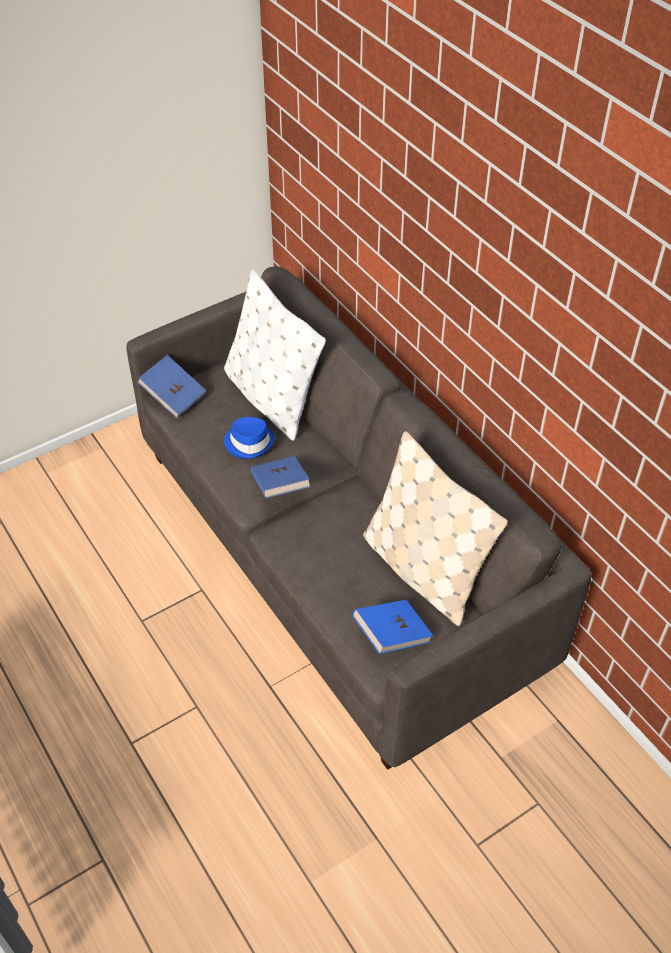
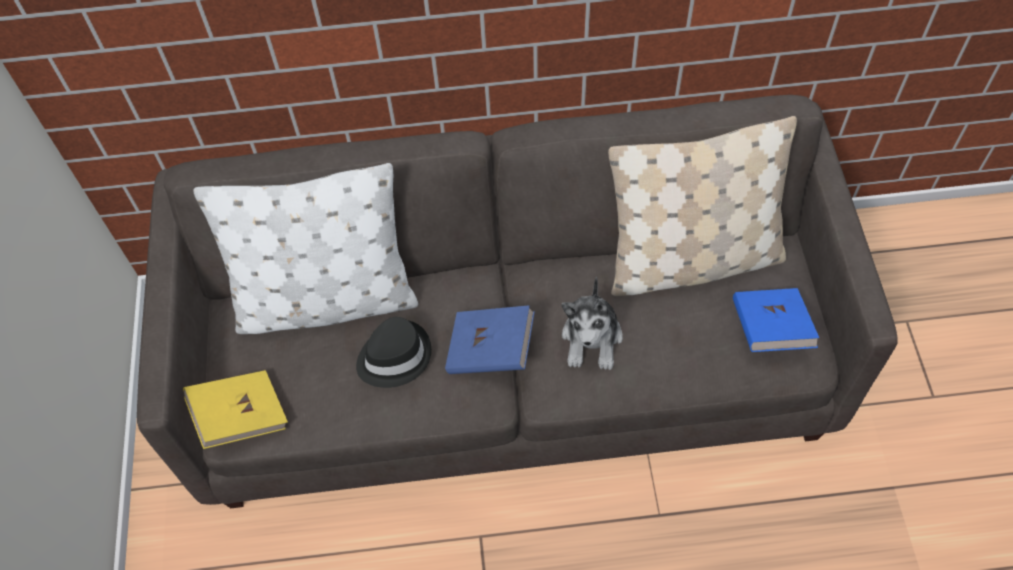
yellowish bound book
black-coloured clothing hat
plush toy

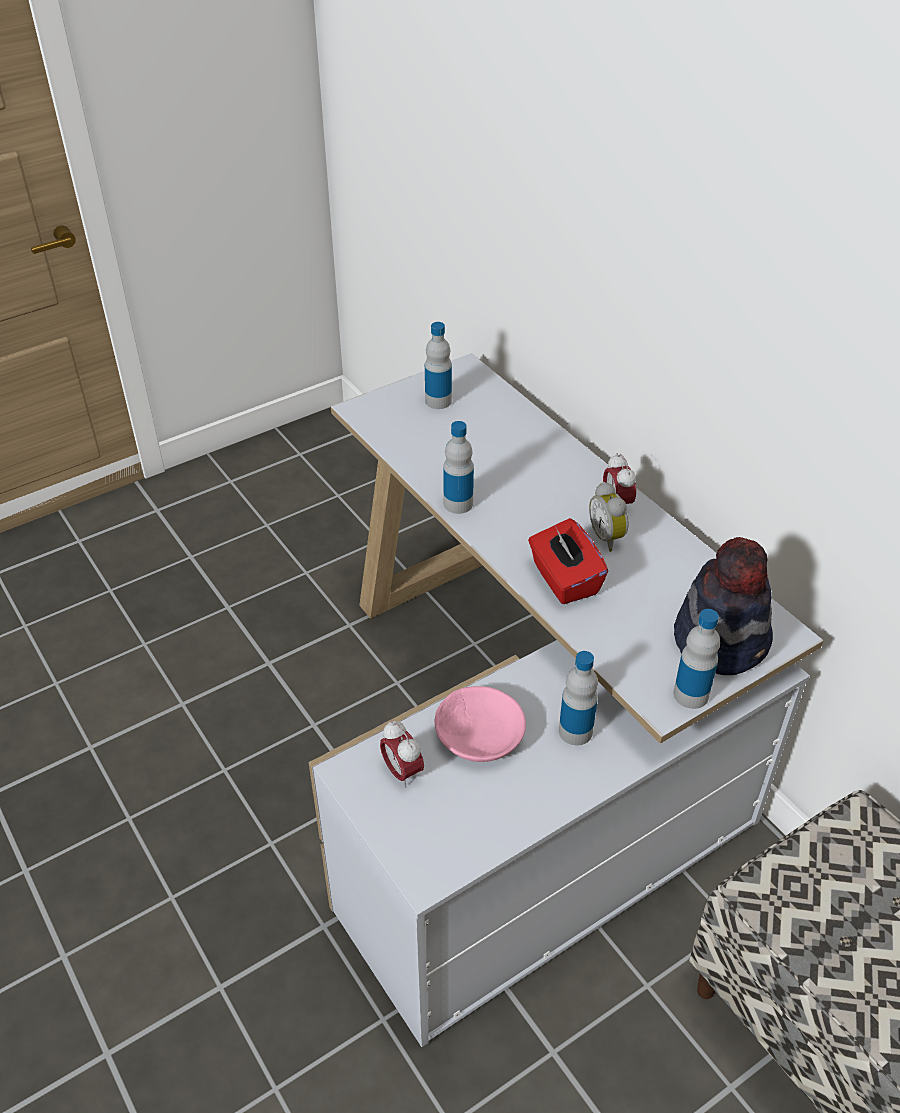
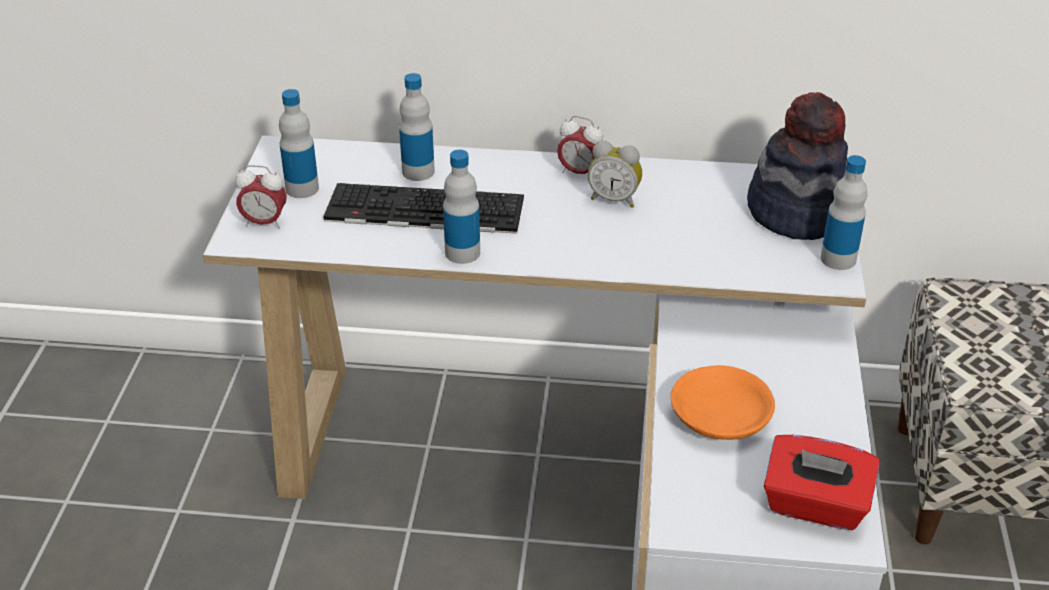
table clock (no. 1 from left)
orange bowl
reddish tissue holder
bottle (no. 2 from left)
computer keyboard

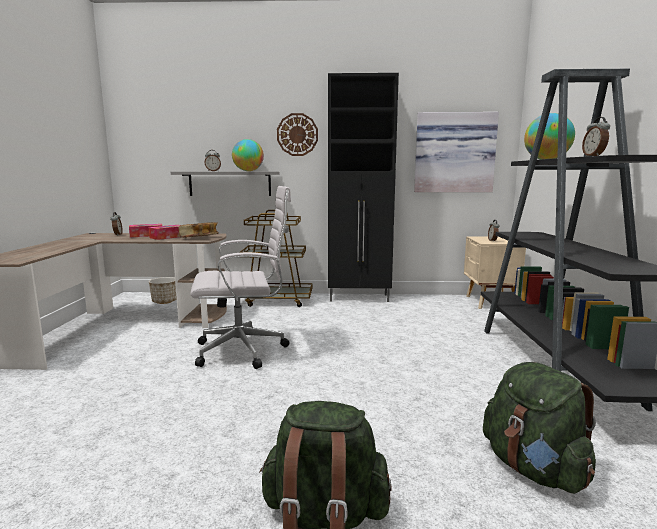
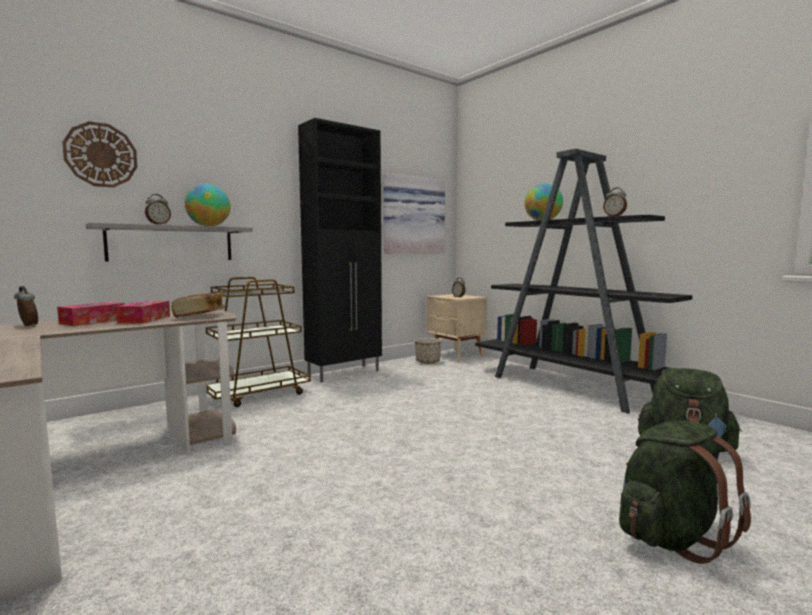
flower pot
whitish computer chair
wall clock

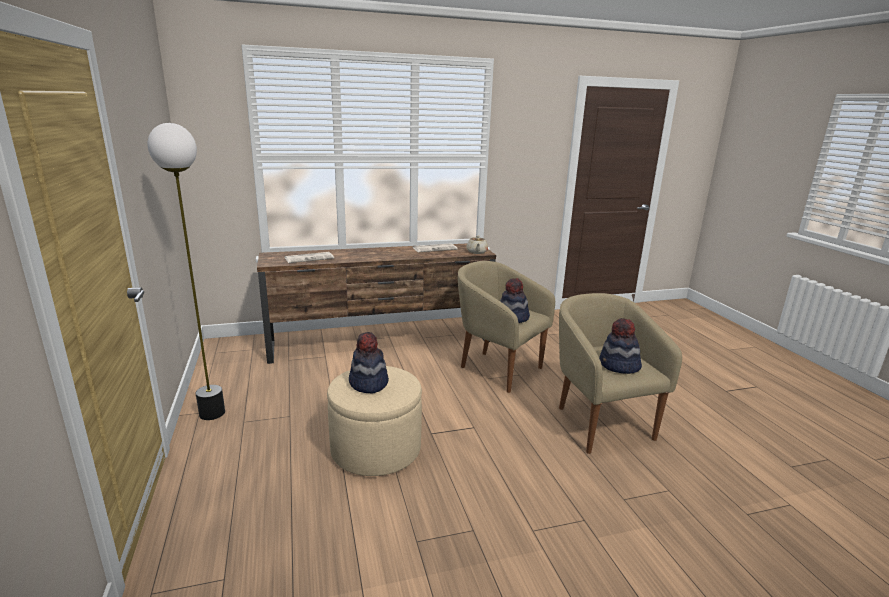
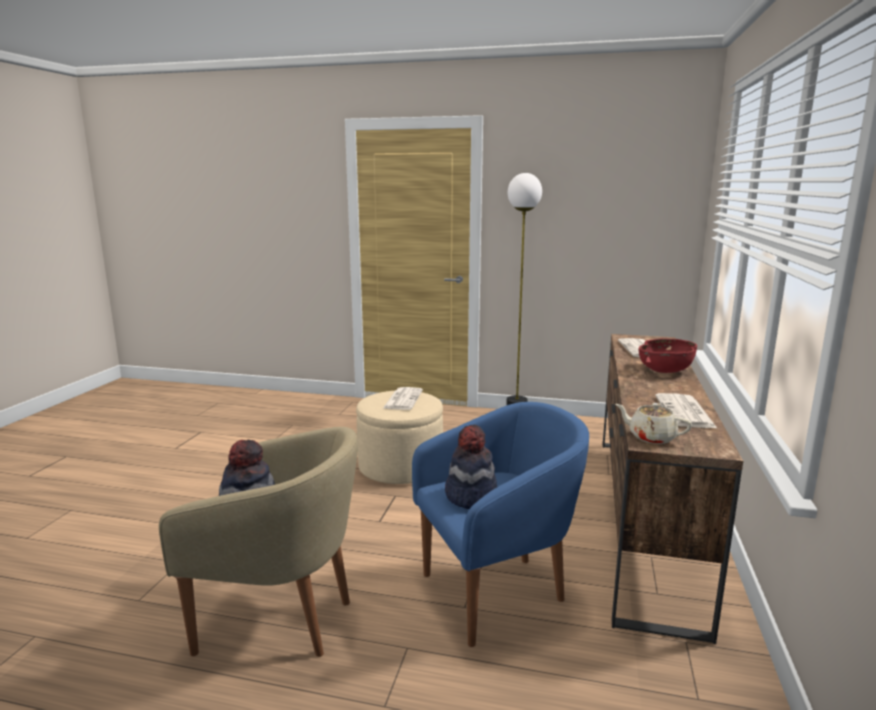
daily paper (no. 1 from left)
blue lounge chair
reddish bowl

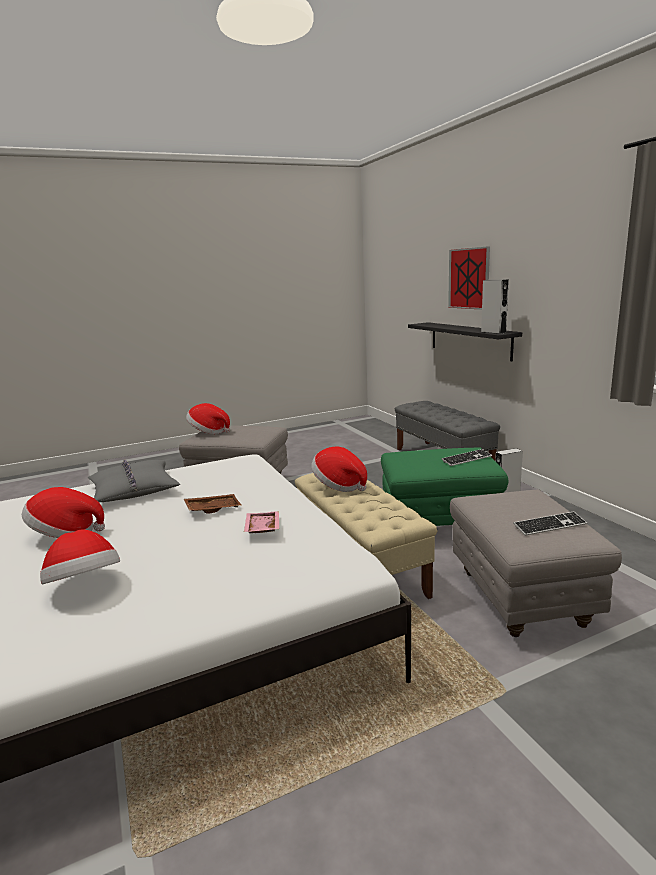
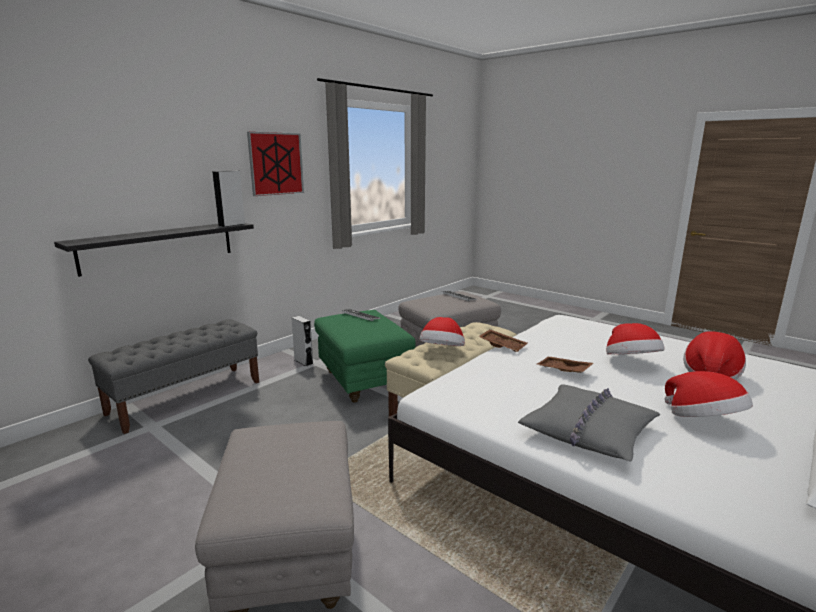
clothing hat (no. 2 from left)
pink carrying tray
wall picture
brownish carrying tray (no. 1 from left)

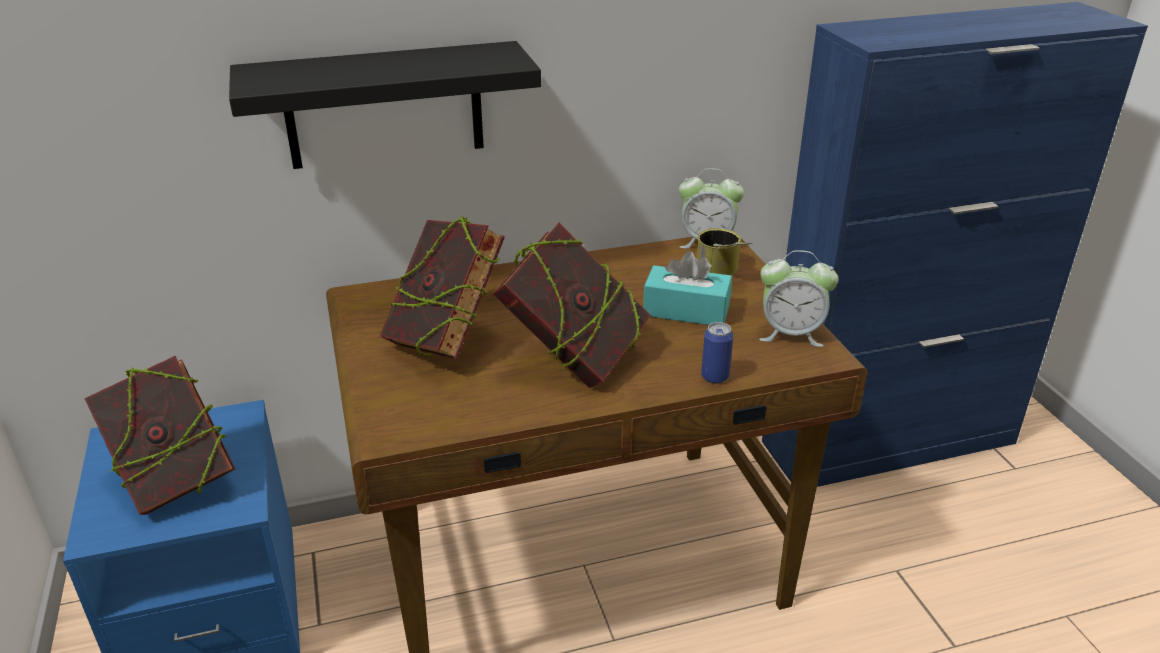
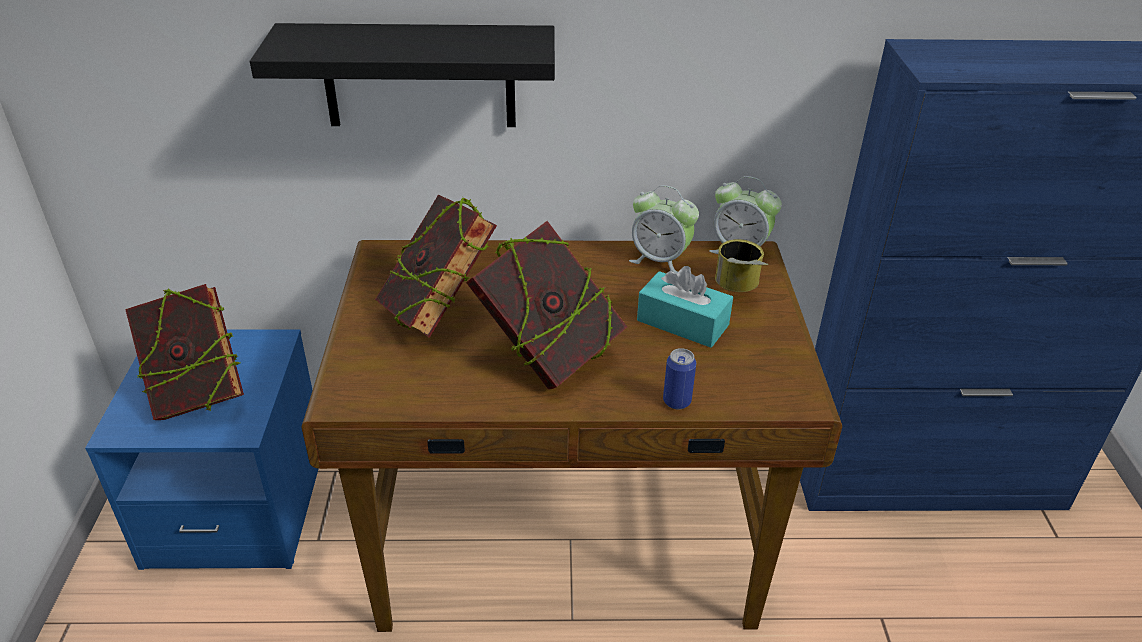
table clock (no. 1 from left)

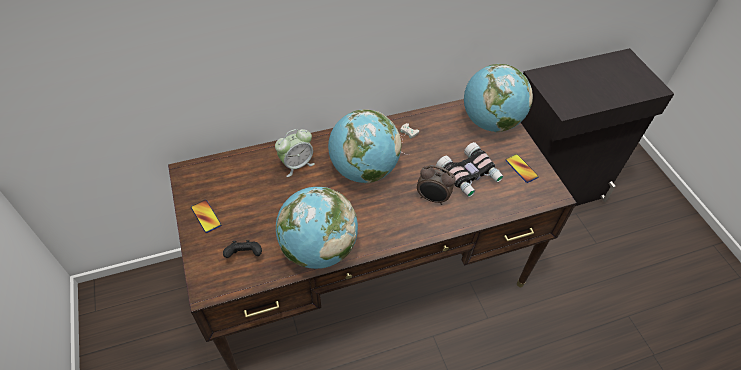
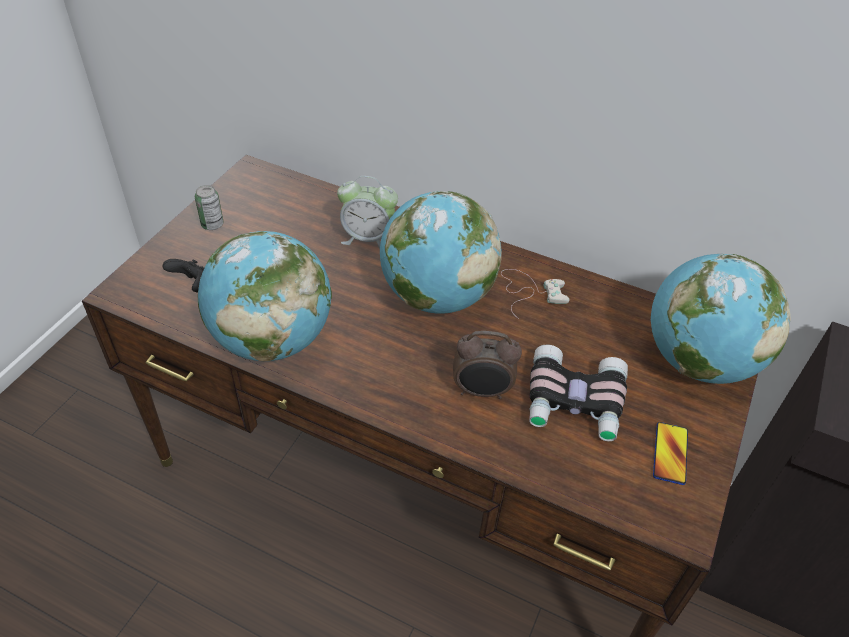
sealed can
table clock (no. 2 from left)

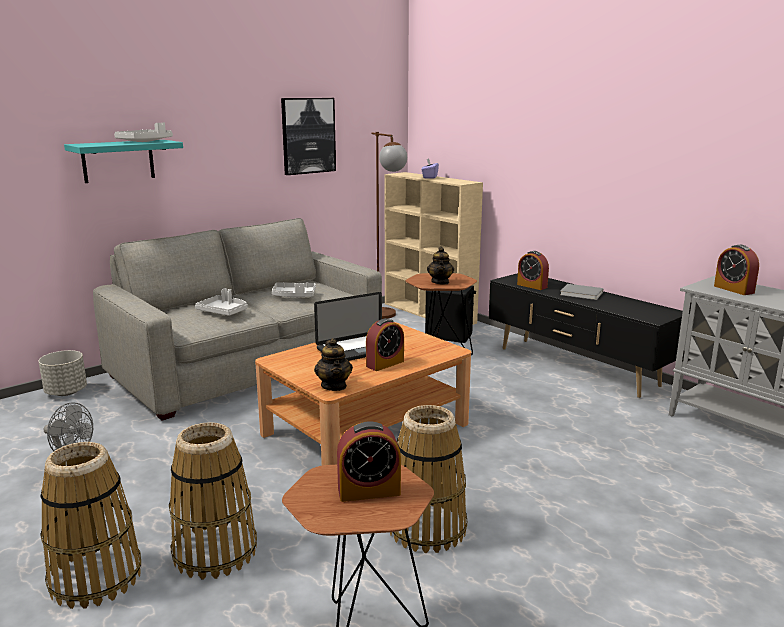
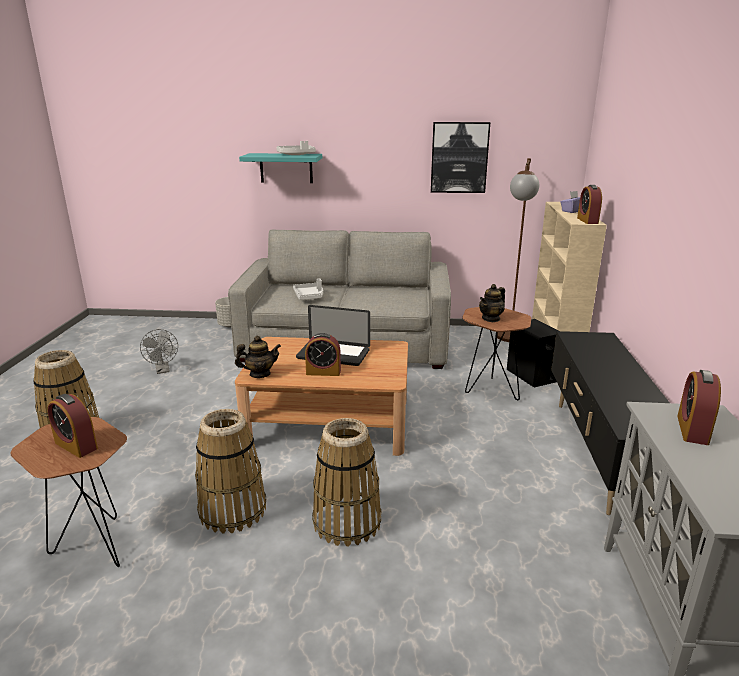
storage basket (no. 3 from left)
greyish carrying tray (no. 3 from left in the first image)
pot for tea (no. 1 from left)
table clock (no. 3 from left)
greyish bound book

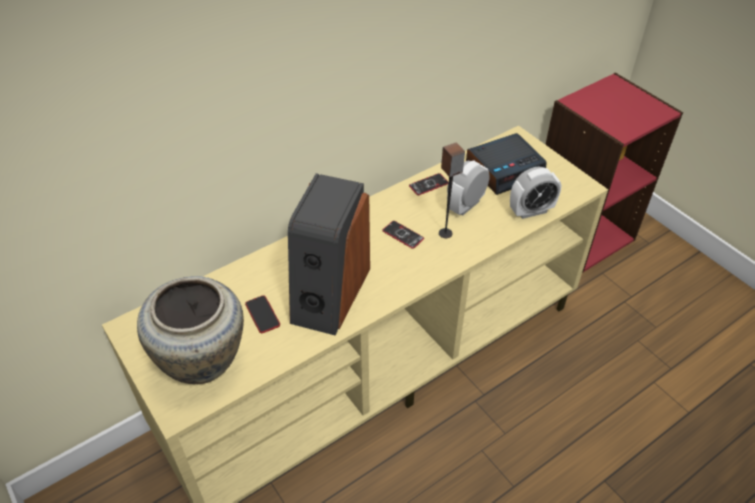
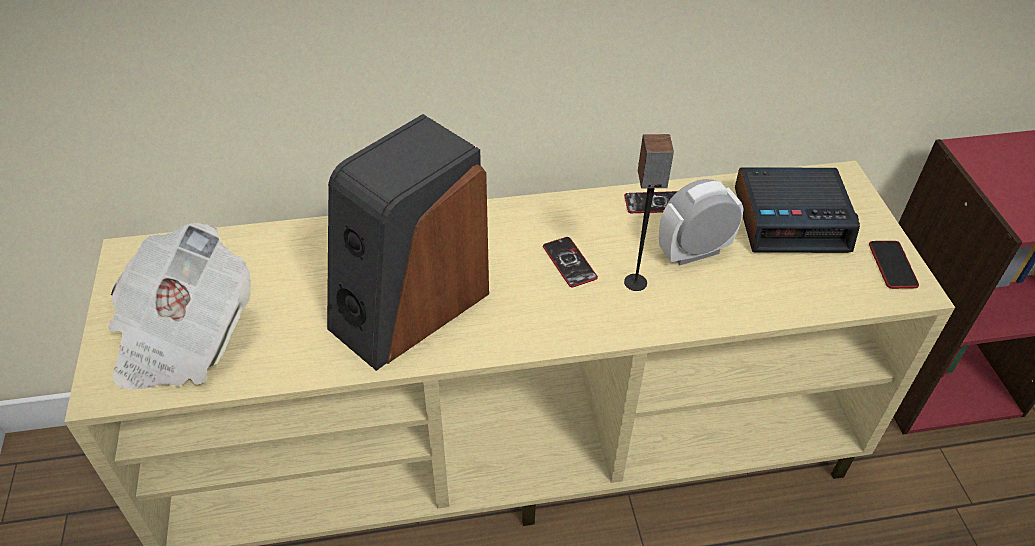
daily paper
handset (no. 3 from left)
table clock (no. 3 from left in the first image)

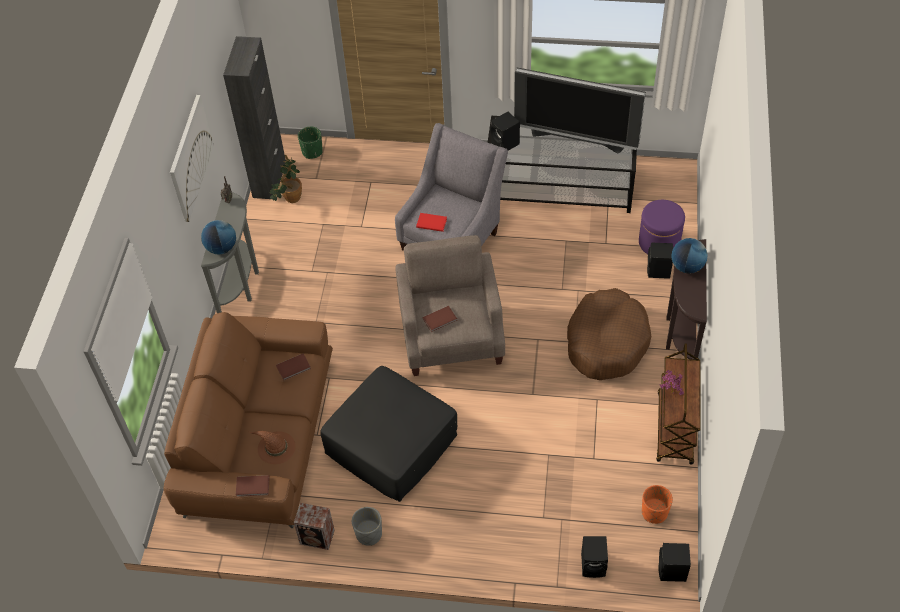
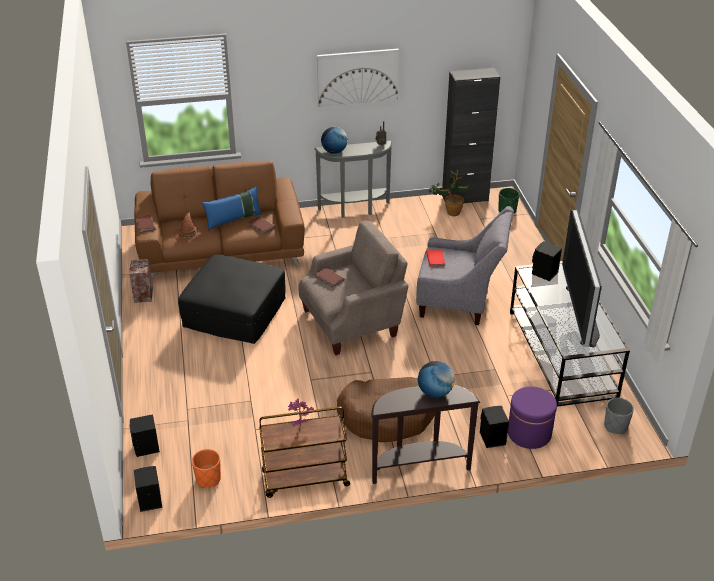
greyish flower pot
blue cushion

